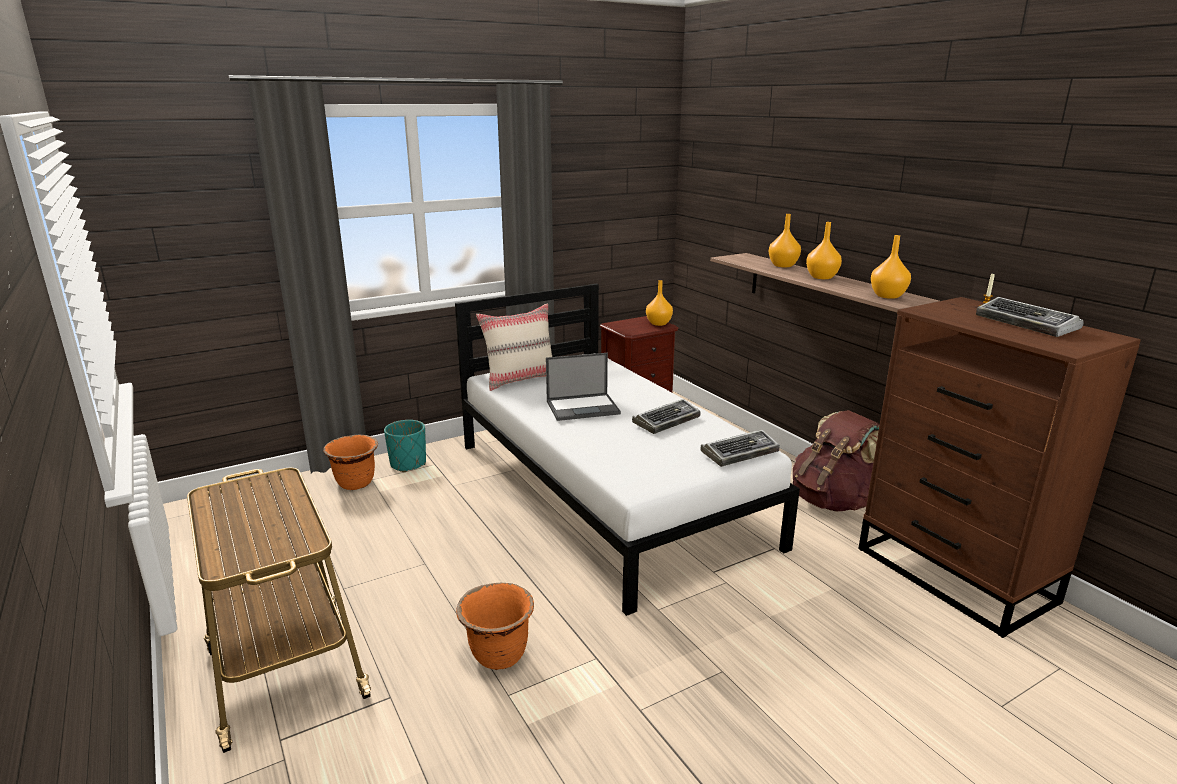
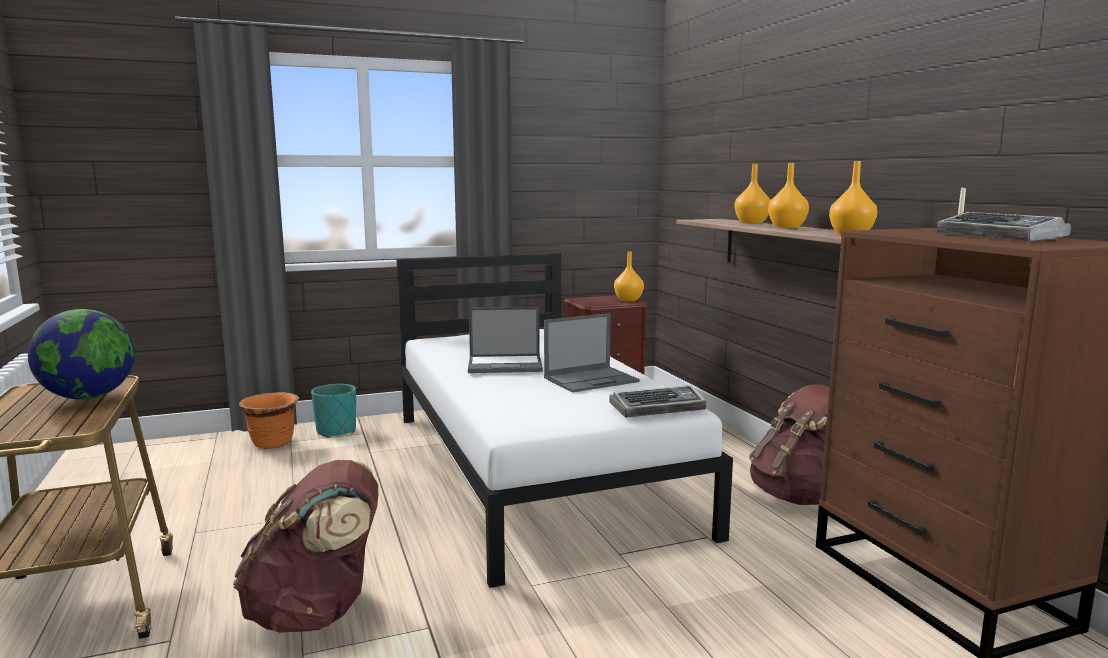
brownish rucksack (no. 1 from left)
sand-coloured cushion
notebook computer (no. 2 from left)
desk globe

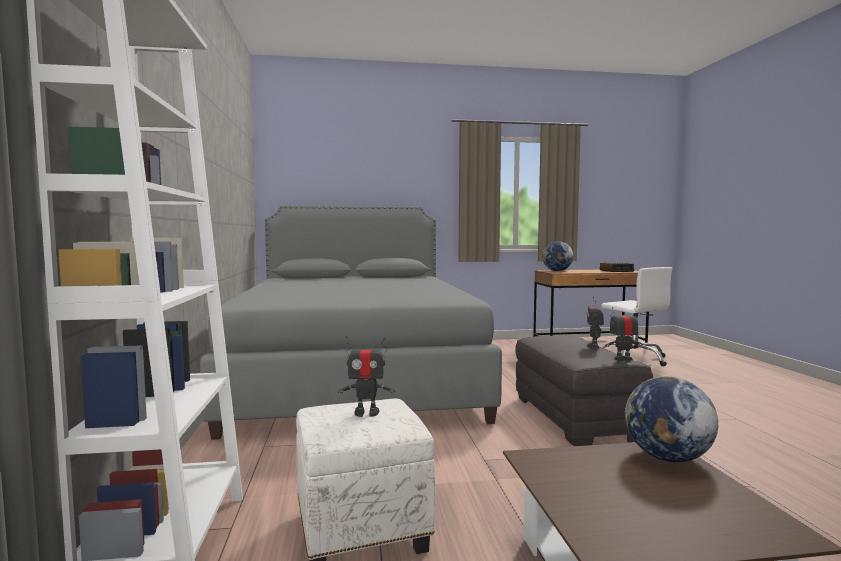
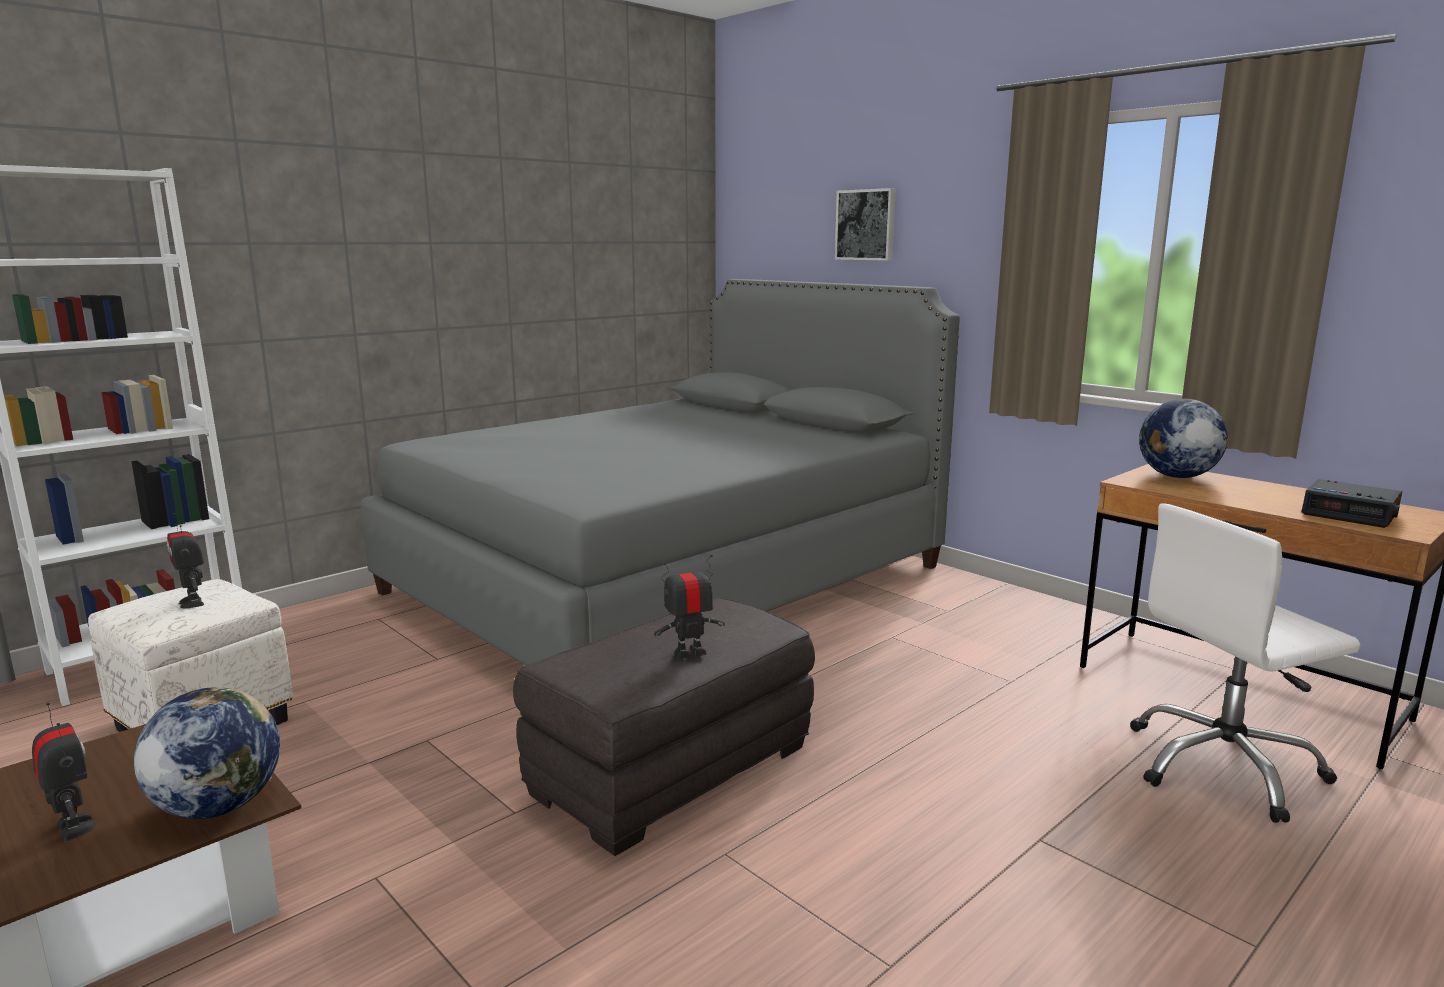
whitish computer chair
robot figure (no. 1 from left)
wall picture

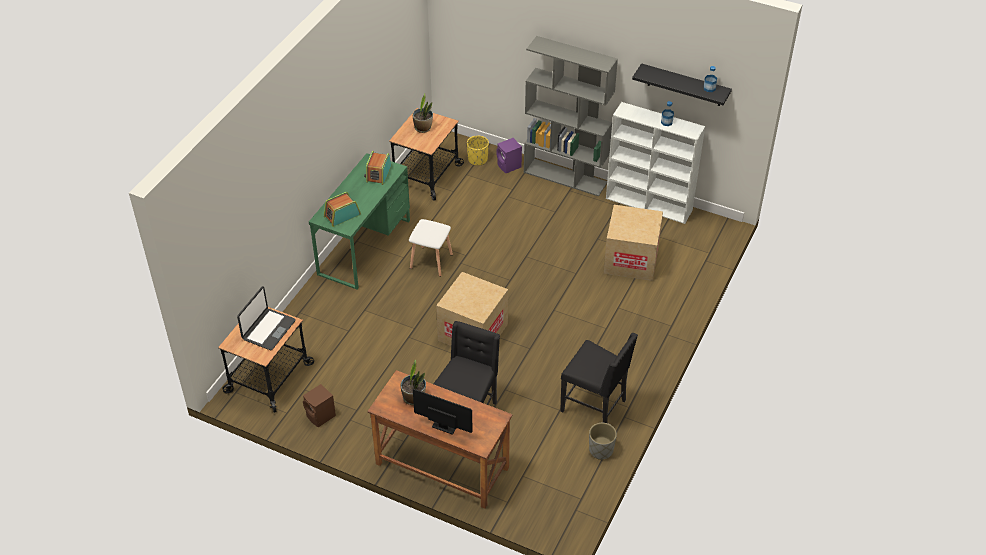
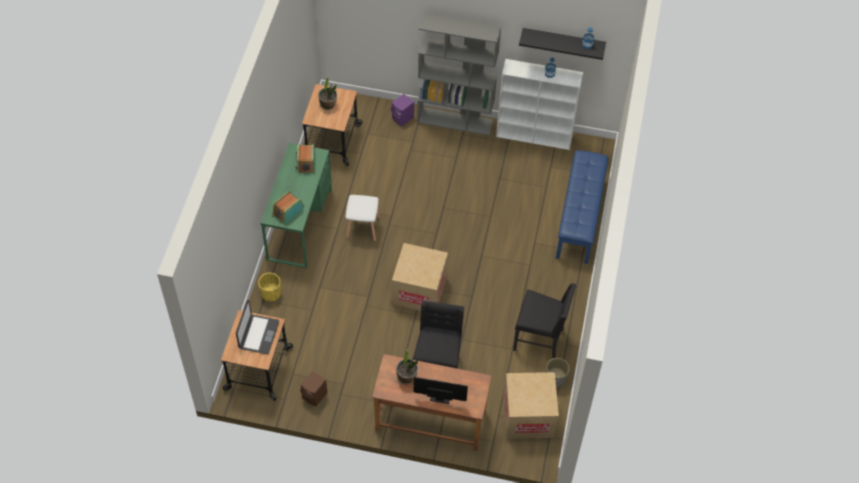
yellowish flower pot
packing box (no. 2 from left)
blue indoor bench

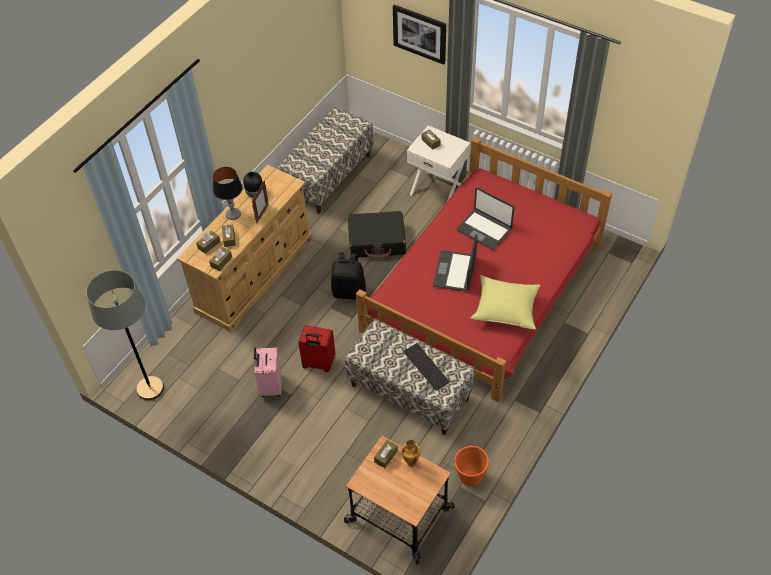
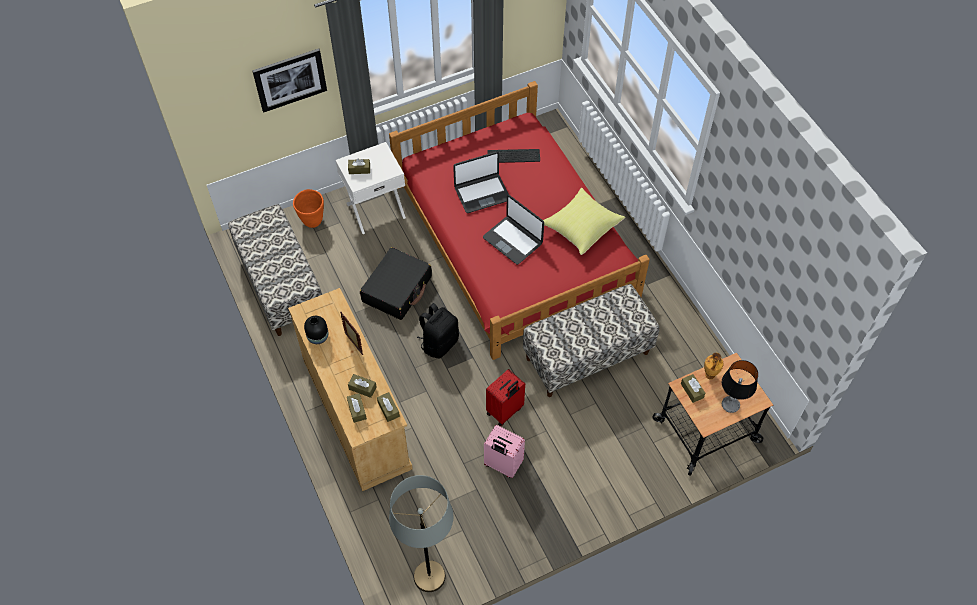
lamp for a table
computer keyboard
orange flower pot

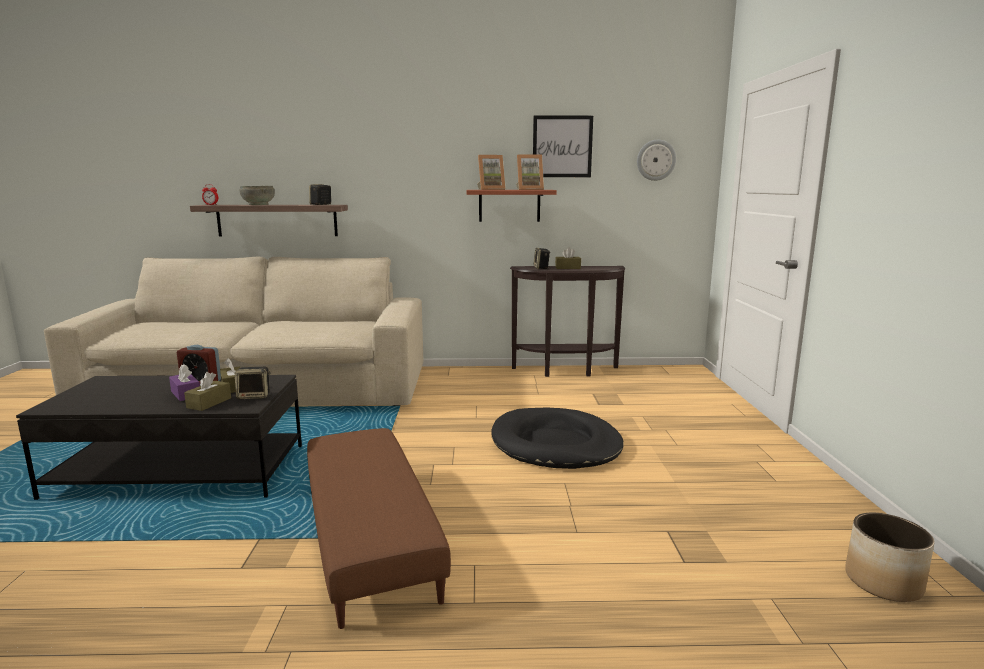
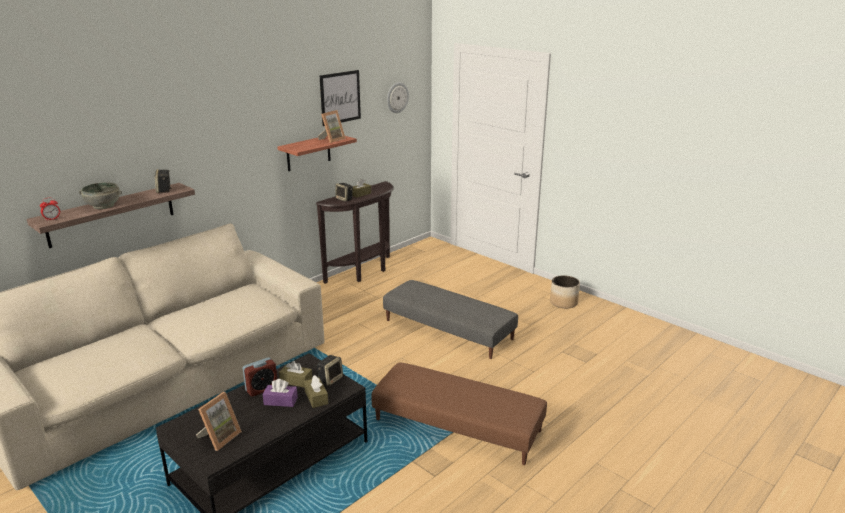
standing frame (no. 1 from left)
greyish pouffe
flower pot

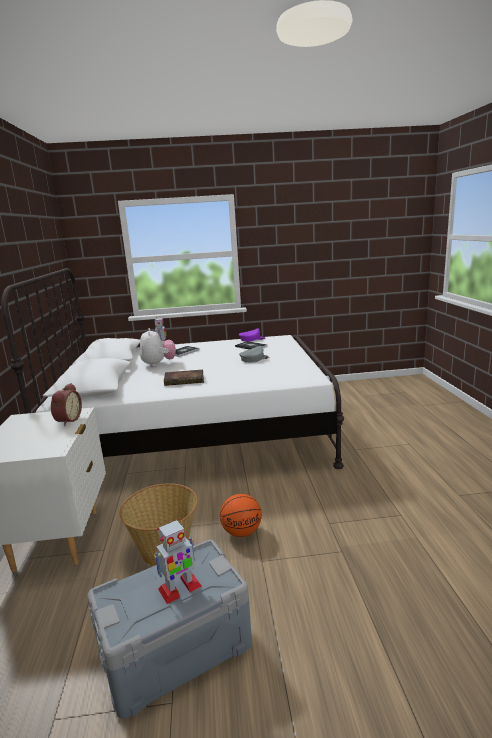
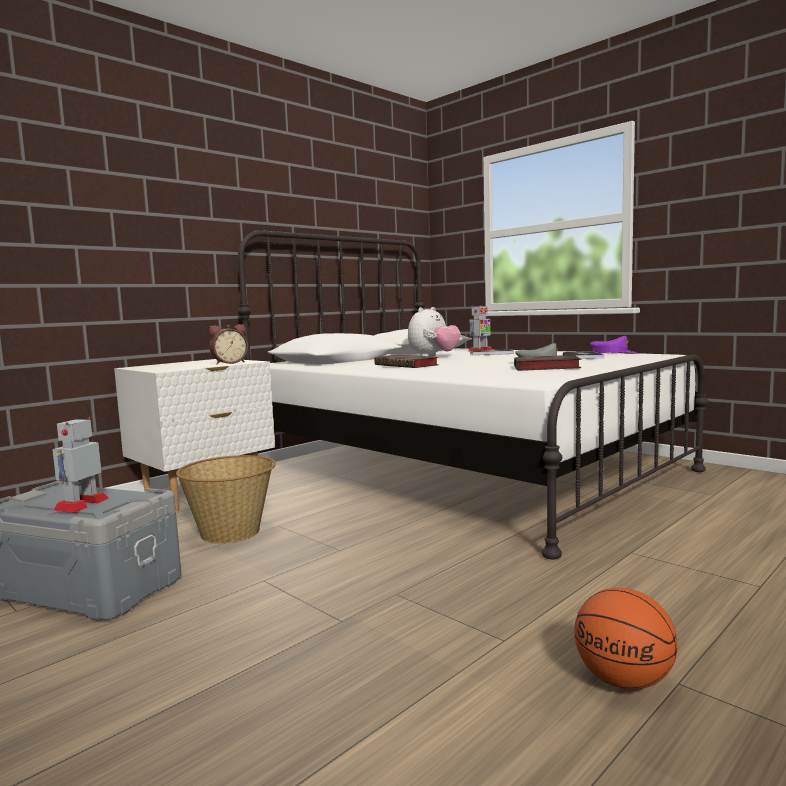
robot figure (no. 1 from left)
ball for basketball
bound book (no. 3 from left)

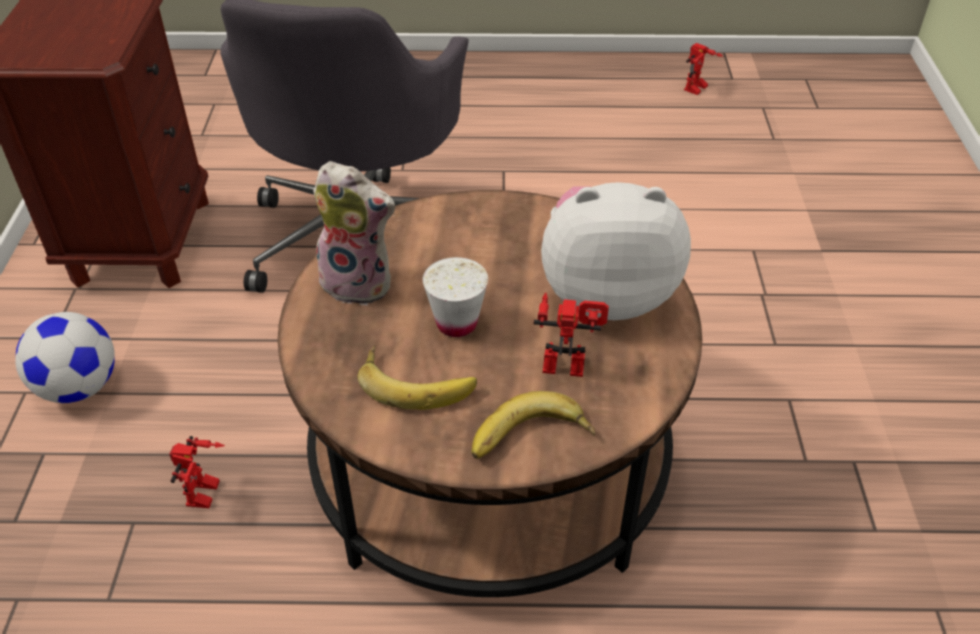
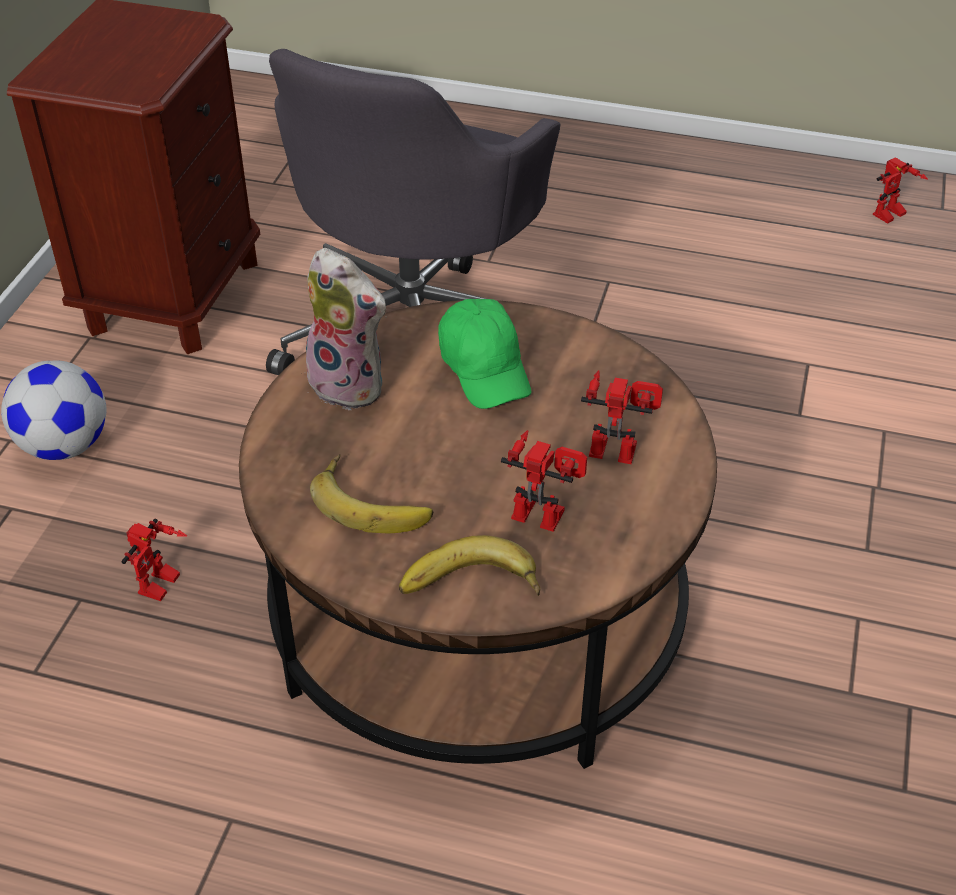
whitish cup
robot figure (no. 3 from left)
green baseball cap

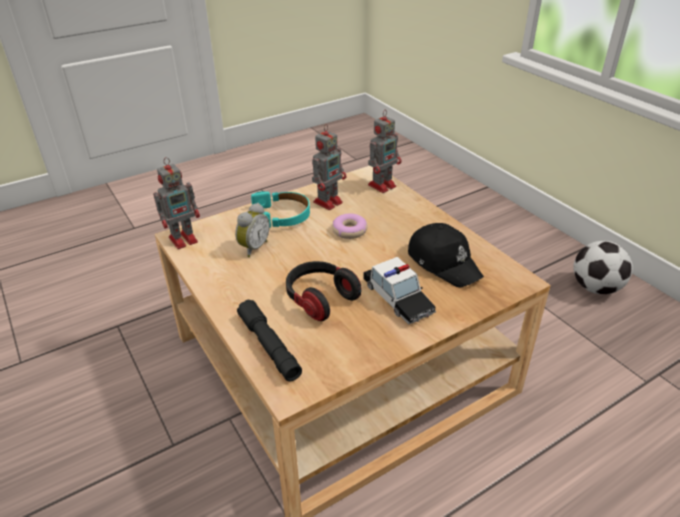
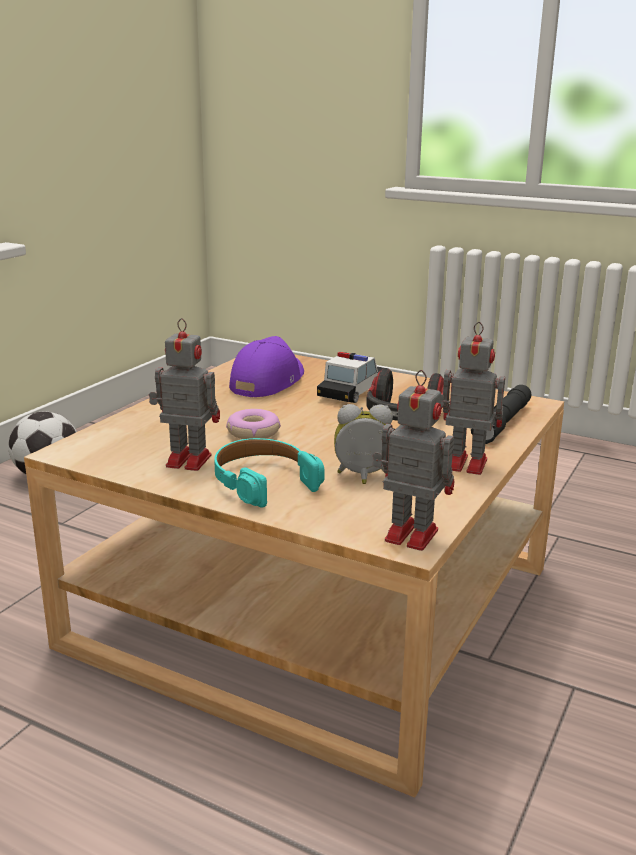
robot figure (no. 3 from left)
purple-coloured baseball cap

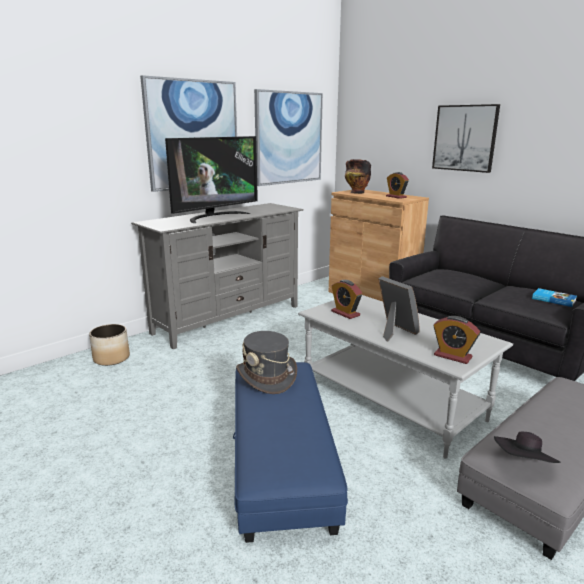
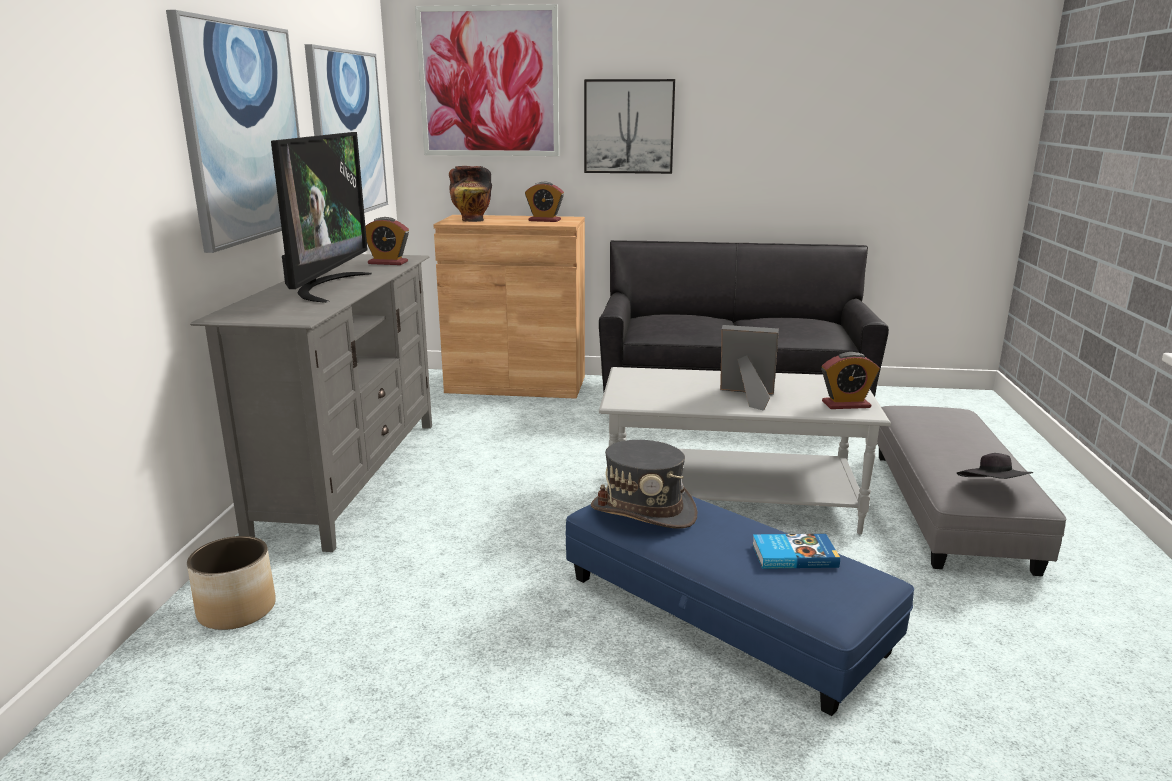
table clock (no. 1 from left)
bound book
wall picture (no. 3 from left)

